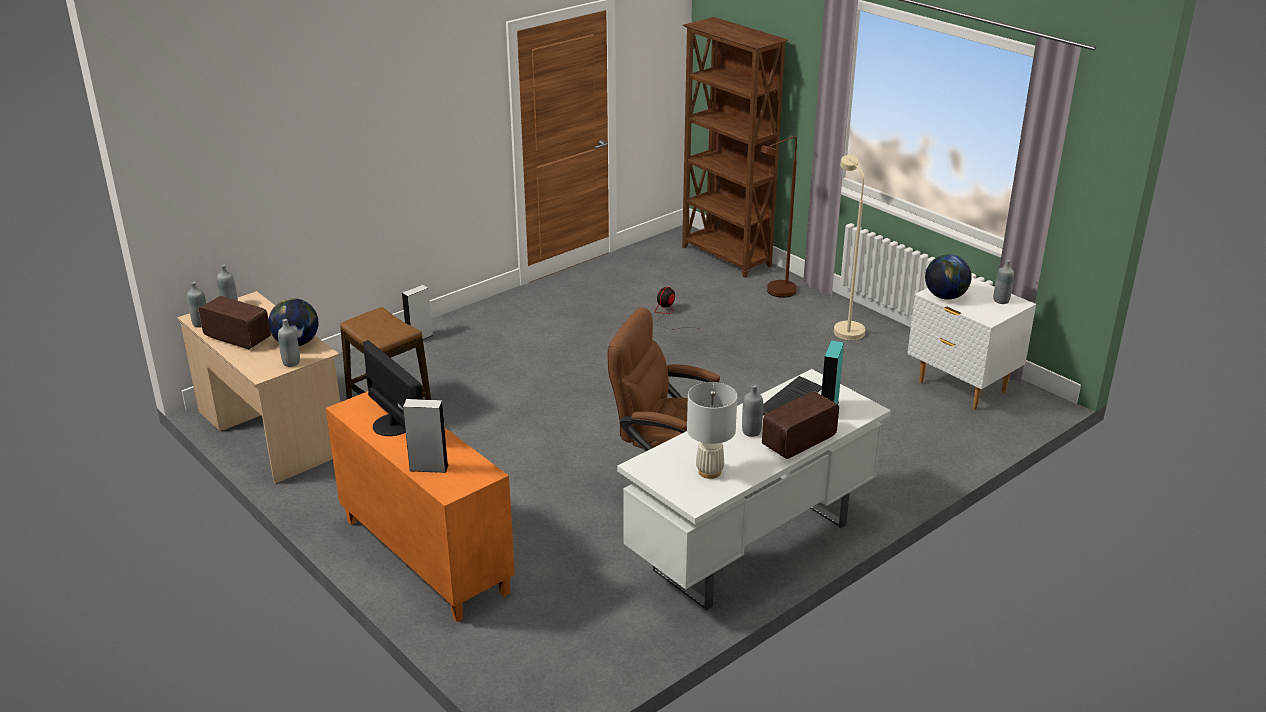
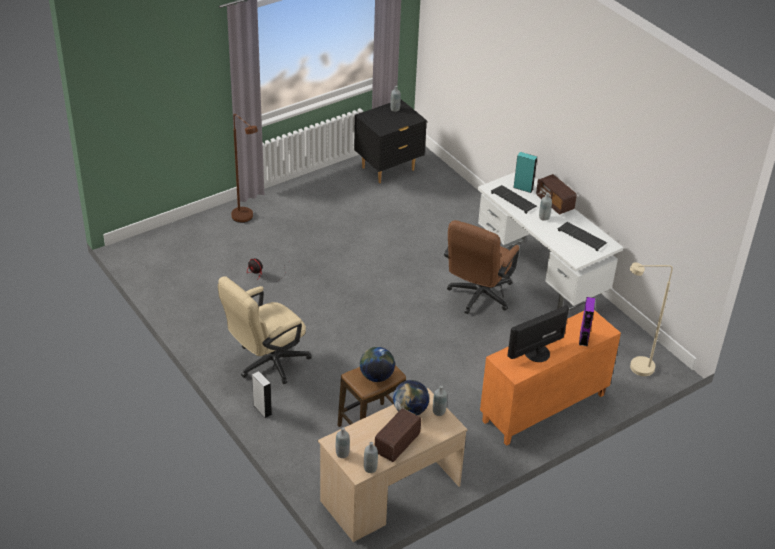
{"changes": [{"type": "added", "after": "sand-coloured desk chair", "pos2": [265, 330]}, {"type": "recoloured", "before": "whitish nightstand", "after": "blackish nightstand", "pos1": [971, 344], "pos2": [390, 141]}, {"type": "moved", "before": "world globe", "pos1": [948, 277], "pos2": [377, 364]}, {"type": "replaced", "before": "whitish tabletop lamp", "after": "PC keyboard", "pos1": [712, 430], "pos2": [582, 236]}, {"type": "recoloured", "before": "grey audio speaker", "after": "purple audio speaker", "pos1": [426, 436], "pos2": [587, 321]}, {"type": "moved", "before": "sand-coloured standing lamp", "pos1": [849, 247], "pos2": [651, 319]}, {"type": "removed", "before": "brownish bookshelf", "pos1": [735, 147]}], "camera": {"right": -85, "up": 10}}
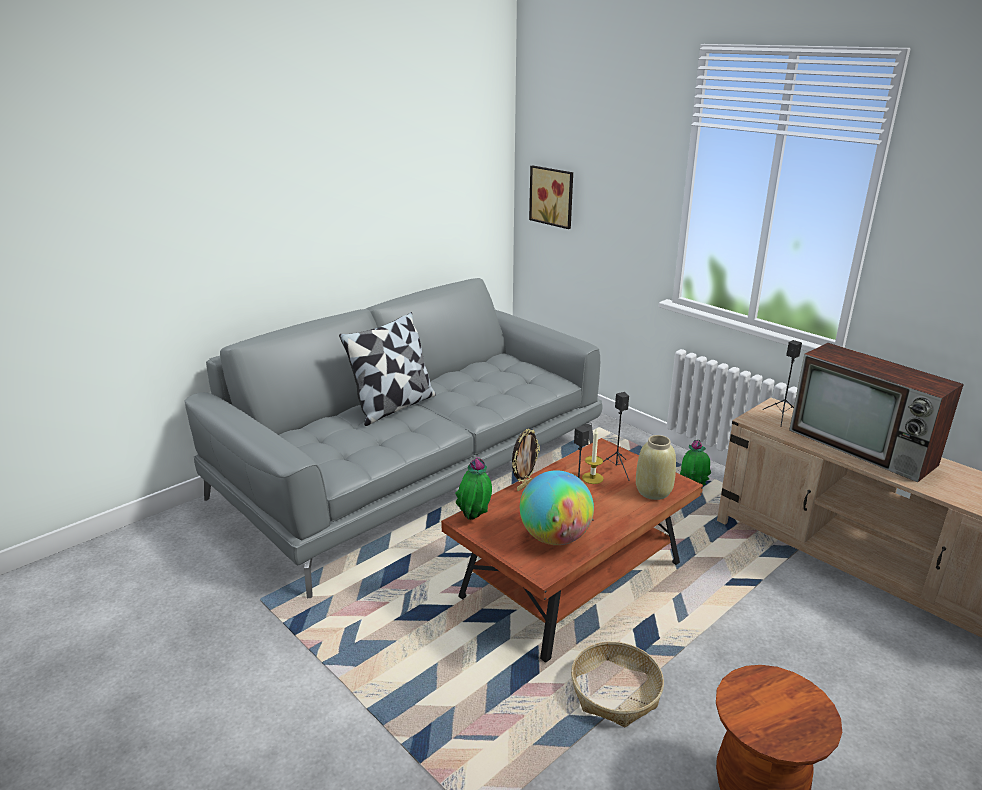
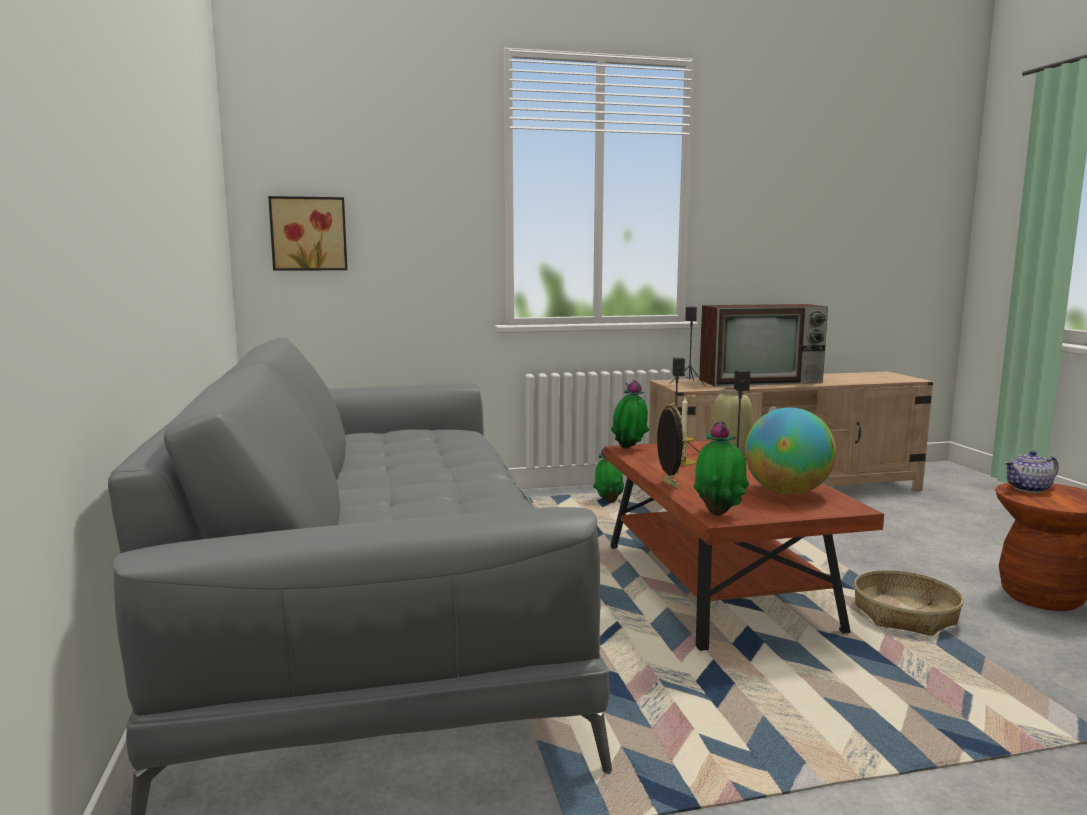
{"changes": [{"type": "added", "after": "plant in a pot", "pos2": [630, 414]}, {"type": "added", "after": "pot for tea", "pos2": [1031, 471]}, {"type": "removed", "before": "cushion", "pos1": [387, 369]}], "camera": {"right": -60, "up": -15}}
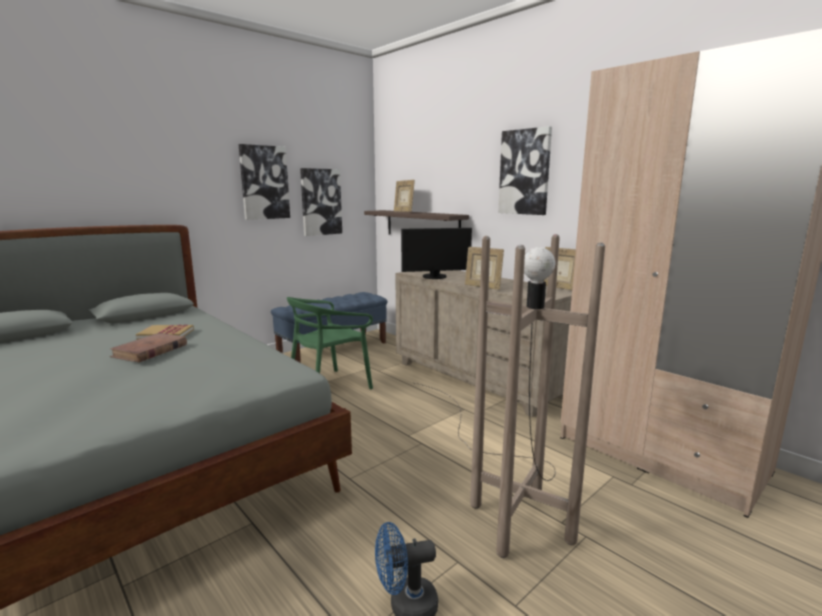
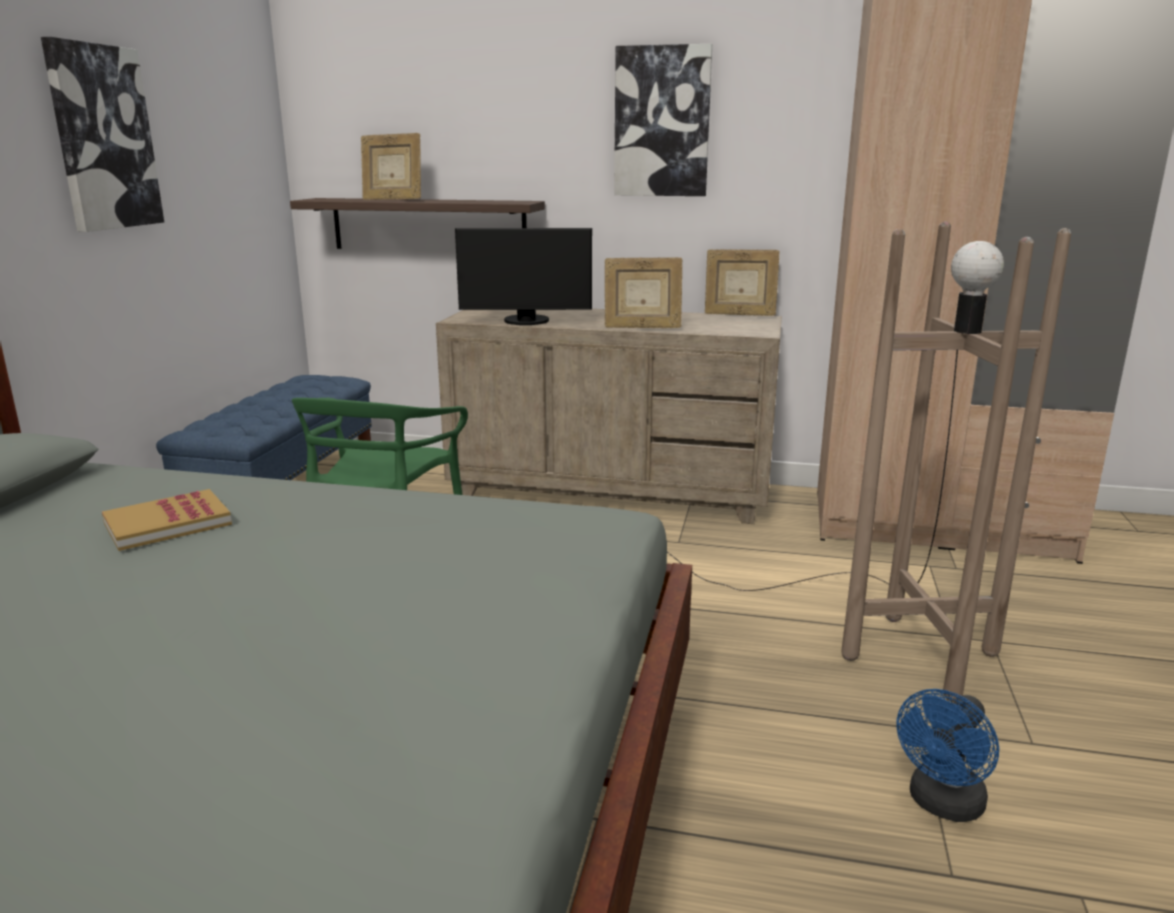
{"changes": [{"type": "turned", "before": "computer screen", "pos1": [436, 253], "pos2": [523, 276], "turn": 45}, {"type": "removed", "before": "brownish bound book", "pos1": [148, 347]}, {"type": "removed", "before": "picture", "pos1": [321, 202]}], "camera": {"right": -35, "up": 5}}
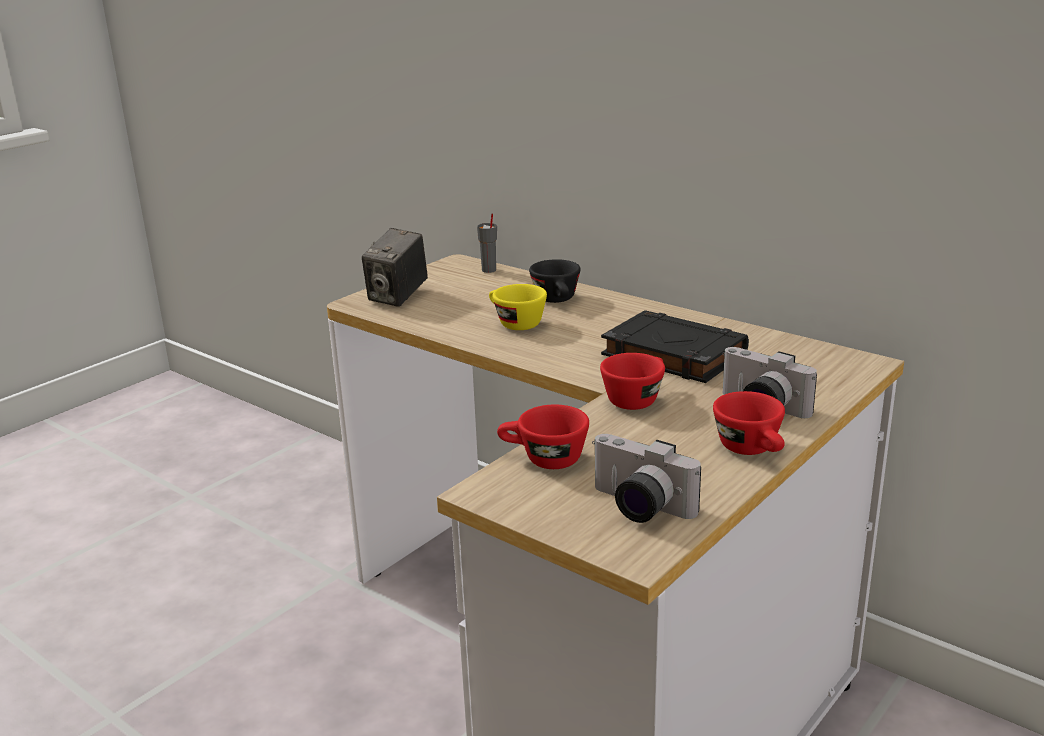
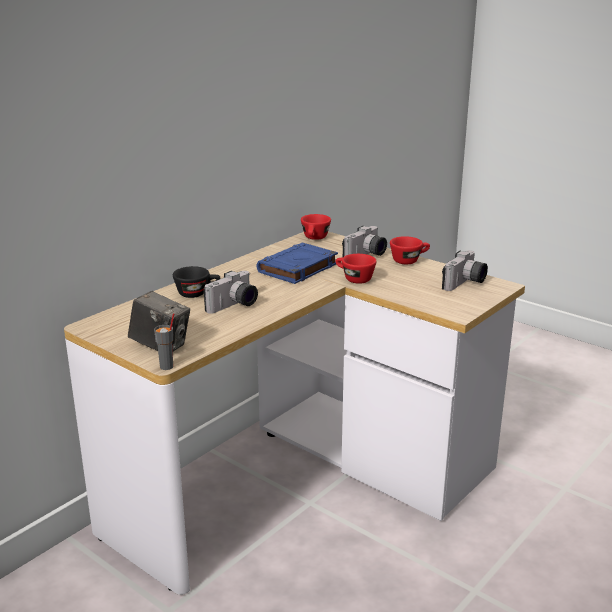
{"changes": [{"type": "moved", "before": "grey drinking cup", "pos1": [487, 243], "pos2": [164, 341]}, {"type": "replaced", "before": "yellow-coloured drinking cup", "after": "still camera", "pos1": [518, 307], "pos2": [230, 292]}, {"type": "recoloured", "before": "blackish bound book", "after": "blue-coloured bound book", "pos1": [675, 346], "pos2": [297, 263]}, {"type": "moved", "before": "reddish drinking cup", "pos1": [543, 437], "pos2": [316, 227]}], "camera": {"right": -90, "up": 0}}
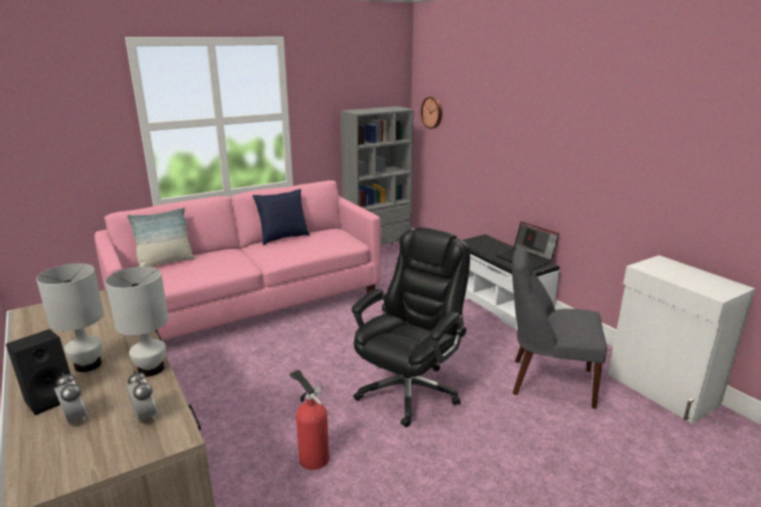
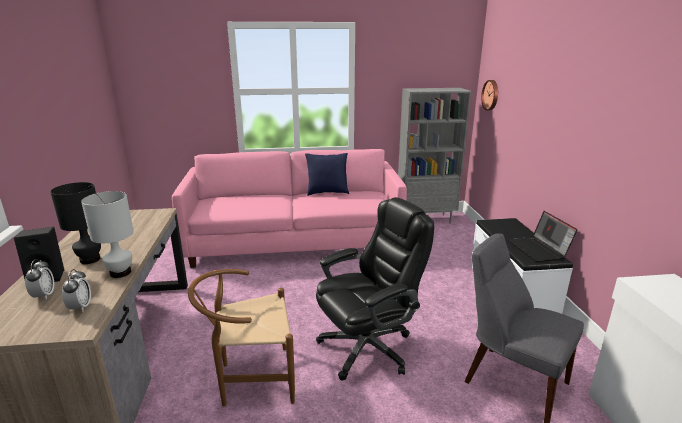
{"changes": [{"type": "recoloured", "before": "whitish tabletop lamp", "after": "blackish tabletop lamp", "pos1": [70, 317], "pos2": [75, 223]}, {"type": "replaced", "before": "extinguisher", "after": "brownish chair", "pos1": [309, 420], "pos2": [241, 337]}, {"type": "removed", "before": "cushion", "pos1": [161, 237]}], "camera": {"right": 25, "up": 0}}
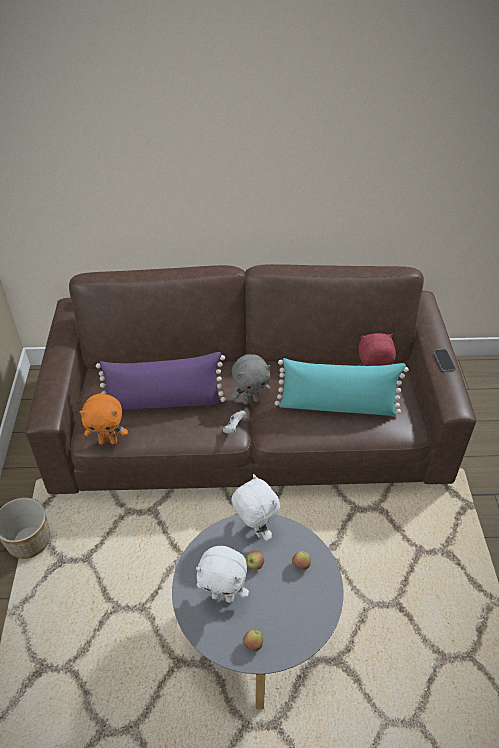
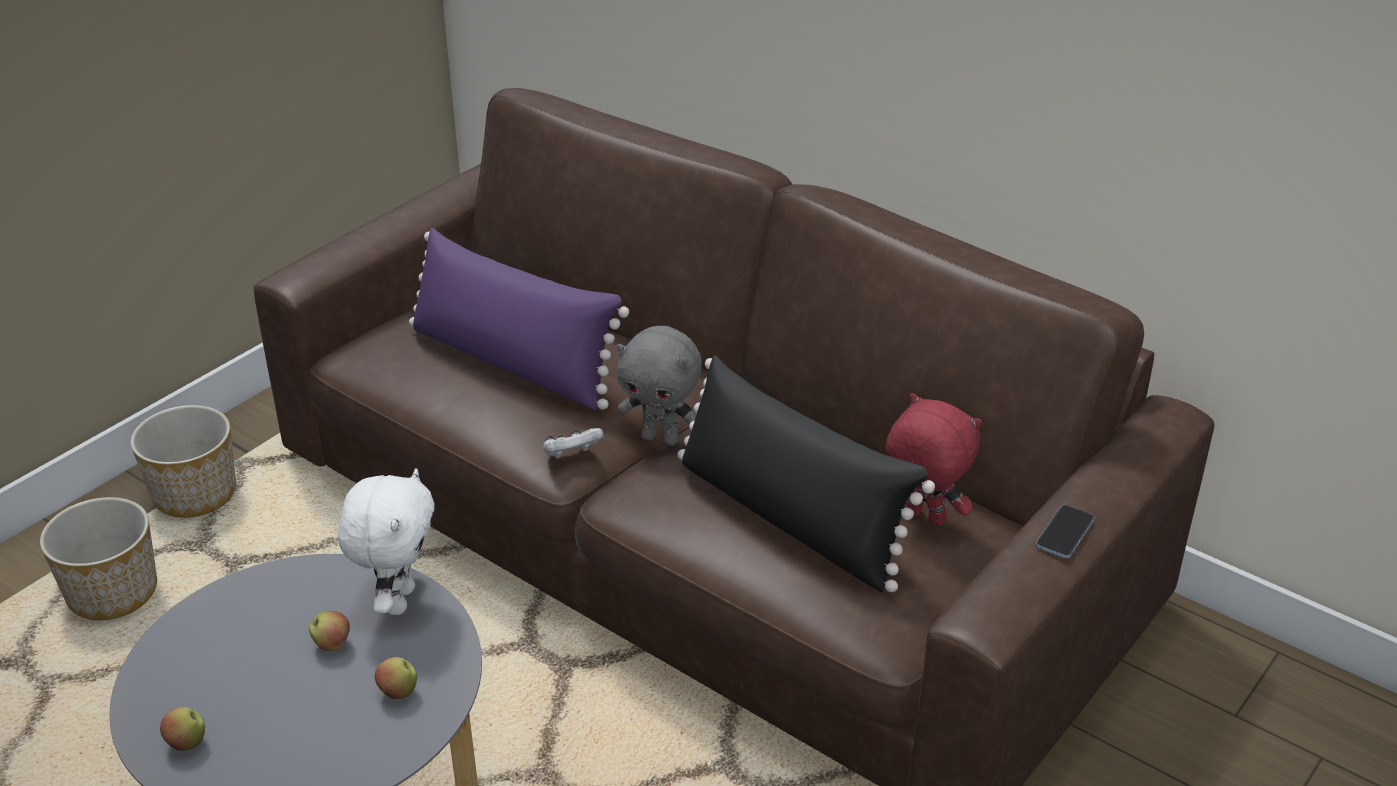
{"changes": [{"type": "added", "after": "planter", "pos2": [98, 558]}, {"type": "recoloured", "before": "blue-green cushion", "after": "blackish cushion", "pos1": [342, 387], "pos2": [806, 473]}, {"type": "removed", "before": "orangey plush toy", "pos1": [103, 418]}, {"type": "removed", "before": "whitish plush toy", "pos1": [222, 574]}], "camera": {"right": 40, "up": -10}}
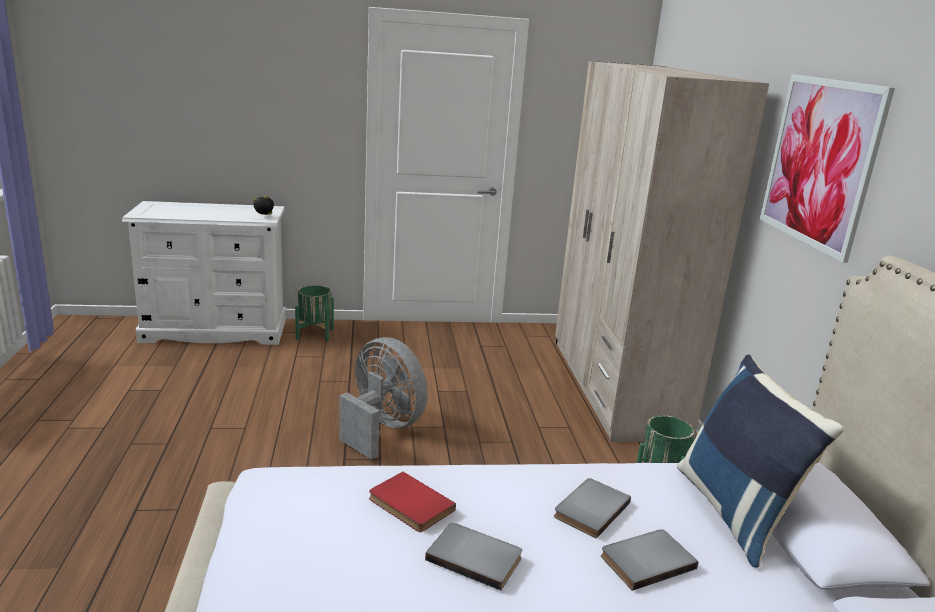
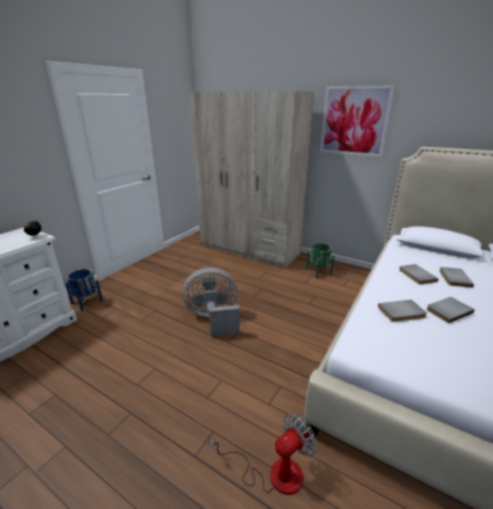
{"changes": [{"type": "recoloured", "before": "greenish planter", "after": "blue-coloured planter", "pos1": [314, 313], "pos2": [84, 290]}, {"type": "added", "after": "cooling fan", "pos2": [263, 454]}, {"type": "recoloured", "before": "reddish bound book", "after": "grey bound book", "pos1": [412, 502], "pos2": [402, 311]}, {"type": "removed", "before": "blue-coloured cushion", "pos1": [760, 461]}], "camera": {"right": -50, "up": 5}}
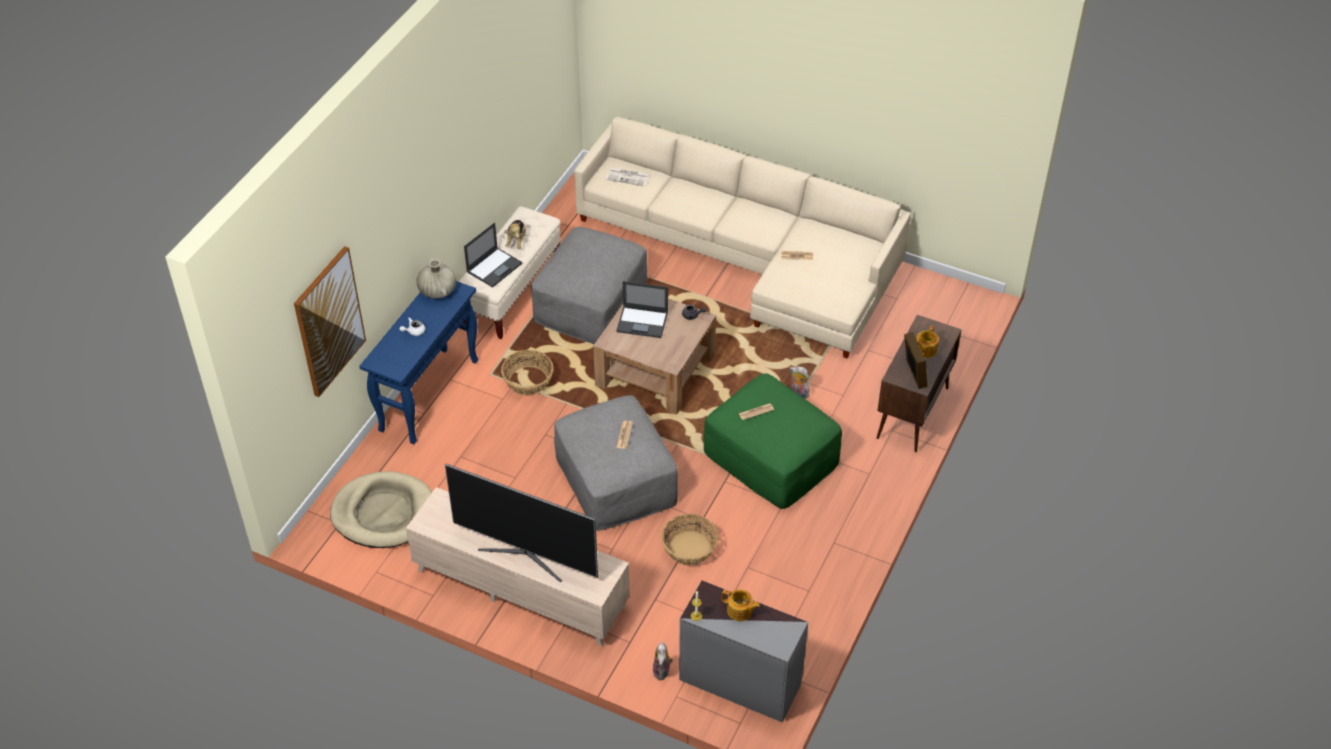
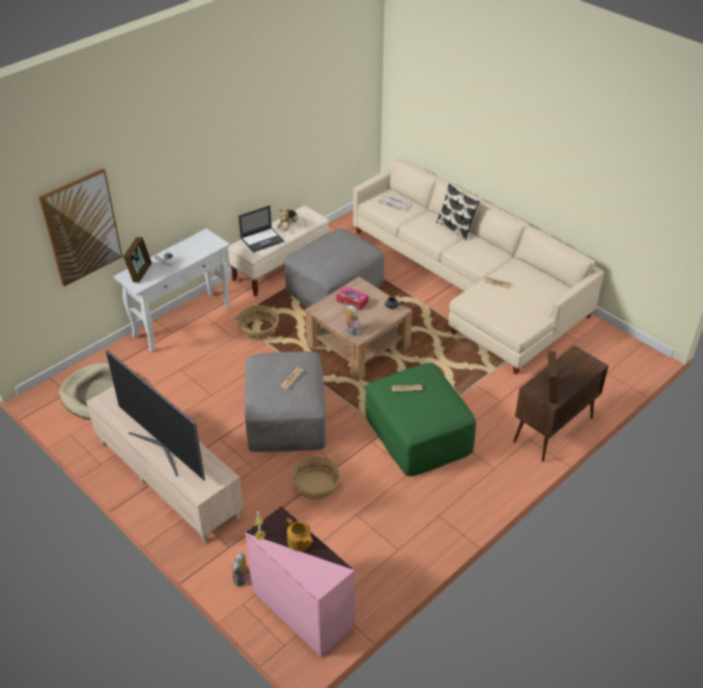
{"changes": [{"type": "recoloured", "before": "blue-coloured narrow table", "after": "whitish narrow table", "pos1": [418, 363], "pos2": [172, 290]}, {"type": "added", "after": "photo frame", "pos2": [137, 259]}, {"type": "recoloured", "before": "grey drawer chest", "after": "pink-coloured drawer chest", "pos1": [743, 651], "pos2": [300, 581]}, {"type": "replaced", "before": "portable computer", "after": "tissue holder", "pos1": [642, 309], "pos2": [352, 298]}, {"type": "moved", "before": "plush toy", "pos1": [799, 382], "pos2": [352, 320]}, {"type": "added", "after": "cushion", "pos2": [458, 212]}, {"type": "removed", "before": "sand-coloured vase", "pos1": [436, 278]}, {"type": "removed", "before": "pot for tea", "pos1": [927, 341]}], "camera": {"right": 20, "up": -5}}
